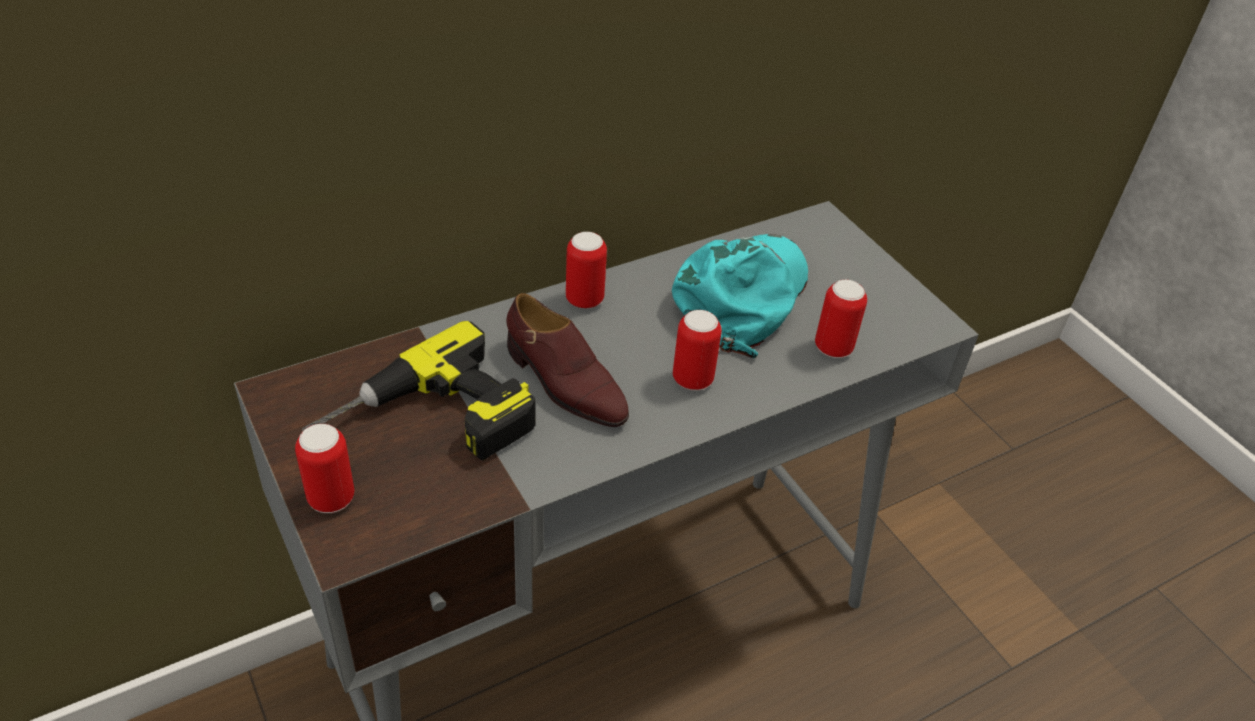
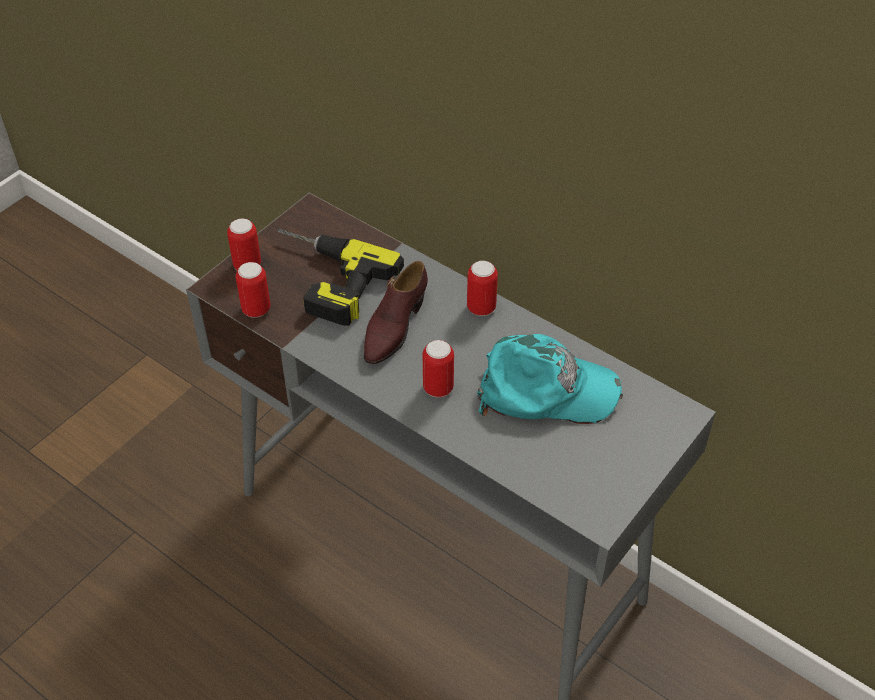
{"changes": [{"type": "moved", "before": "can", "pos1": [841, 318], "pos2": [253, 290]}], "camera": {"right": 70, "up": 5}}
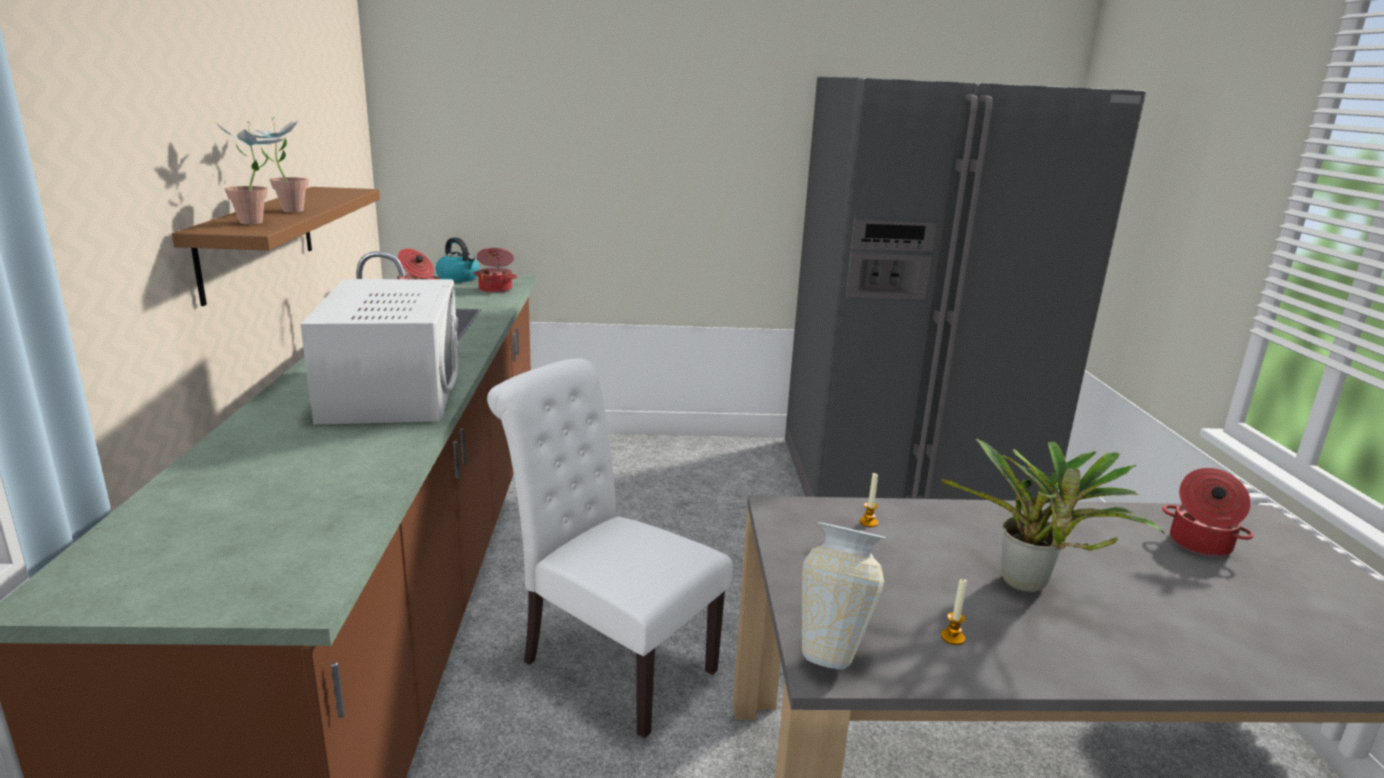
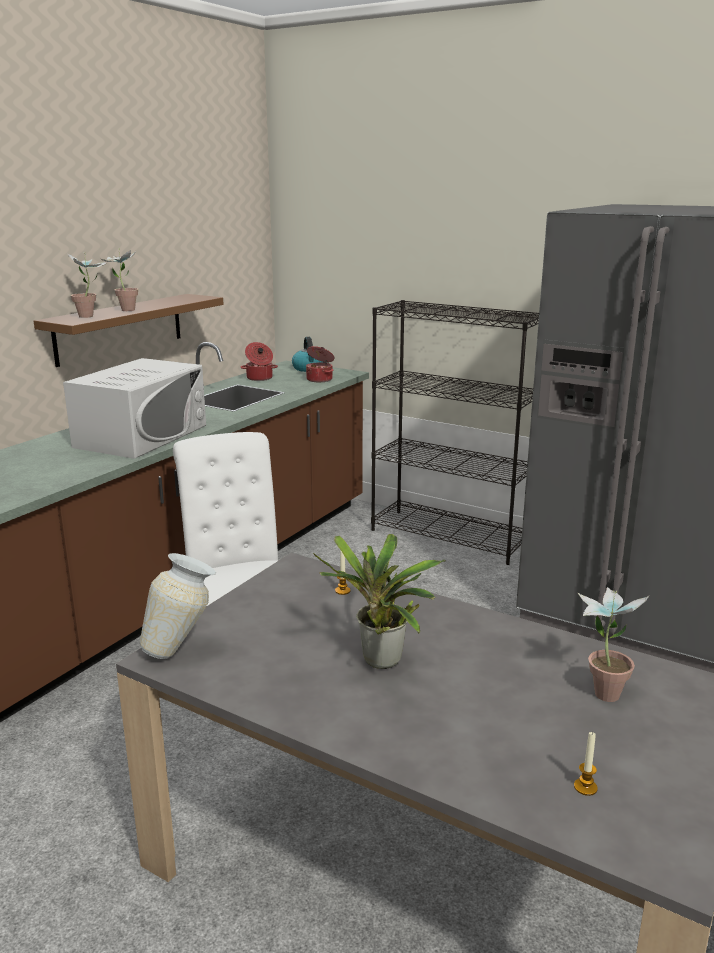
{"changes": [{"type": "added", "after": "blackish bookshelf", "pos2": [455, 432]}, {"type": "moved", "before": "wax candle", "pos1": [954, 611], "pos2": [586, 763]}, {"type": "replaced", "before": "stockpot", "after": "plant in a pot", "pos1": [1208, 512], "pos2": [613, 644]}], "camera": {"right": 35, "up": 0}}
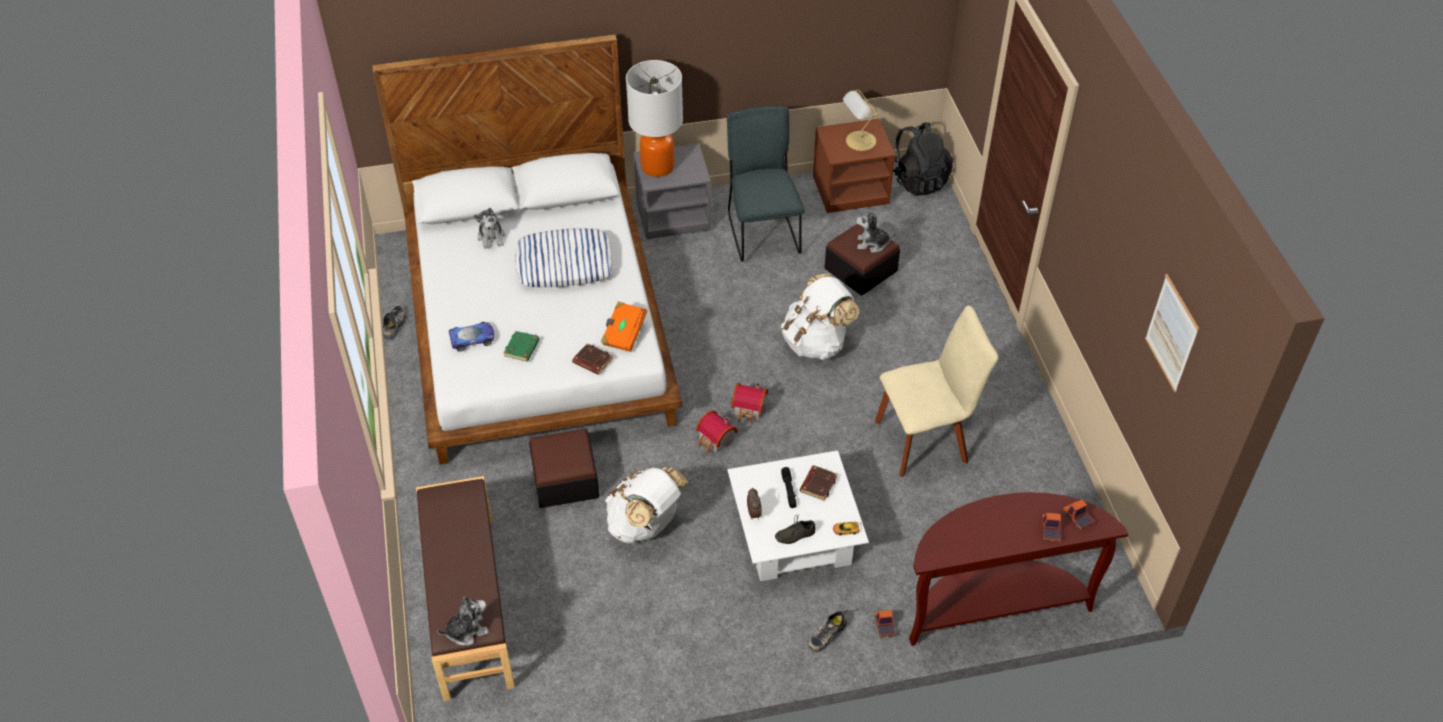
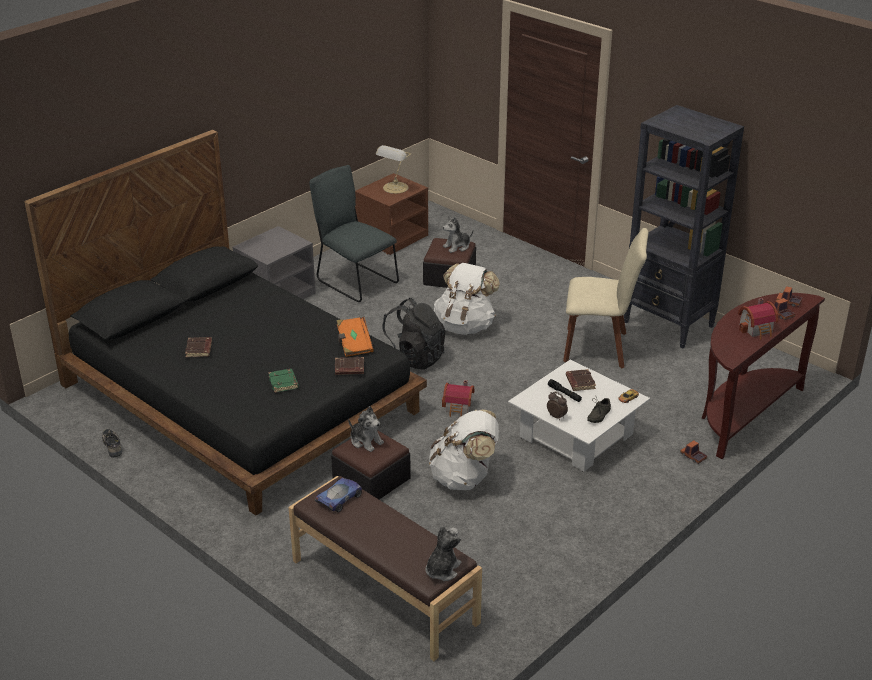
{"changes": [{"type": "recoloured", "before": "whitish sleeping bed", "after": "blackish sleeping bed", "pos1": [527, 249], "pos2": [225, 322]}, {"type": "added", "after": "brownish bound book", "pos2": [198, 347]}, {"type": "moved", "before": "miniature car", "pos1": [471, 337], "pos2": [338, 495]}, {"type": "moved", "before": "plush toy", "pos1": [489, 228], "pos2": [366, 429]}, {"type": "moved", "before": "blackish backpack", "pos1": [923, 159], "pos2": [413, 334]}, {"type": "turned", "before": "sand-coloured chair", "pos1": [937, 391], "pos2": [605, 298], "turn": 60}, {"type": "added", "after": "blackish bookshelf", "pos2": [684, 227]}, {"type": "moved", "before": "model house", "pos1": [749, 403], "pos2": [758, 318]}, {"type": "removed", "before": "cushion", "pos1": [564, 258]}, {"type": "removed", "before": "tabletop lamp", "pos1": [654, 118]}, {"type": "removed", "before": "shoe", "pos1": [827, 630]}, {"type": "removed", "before": "picture", "pos1": [1172, 333]}], "camera": {"right": -35, "up": -15}}
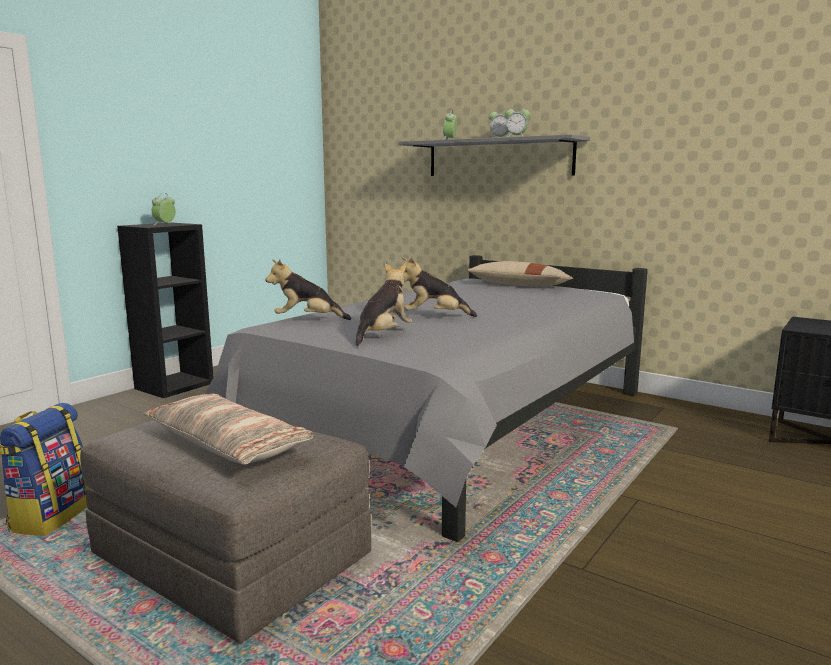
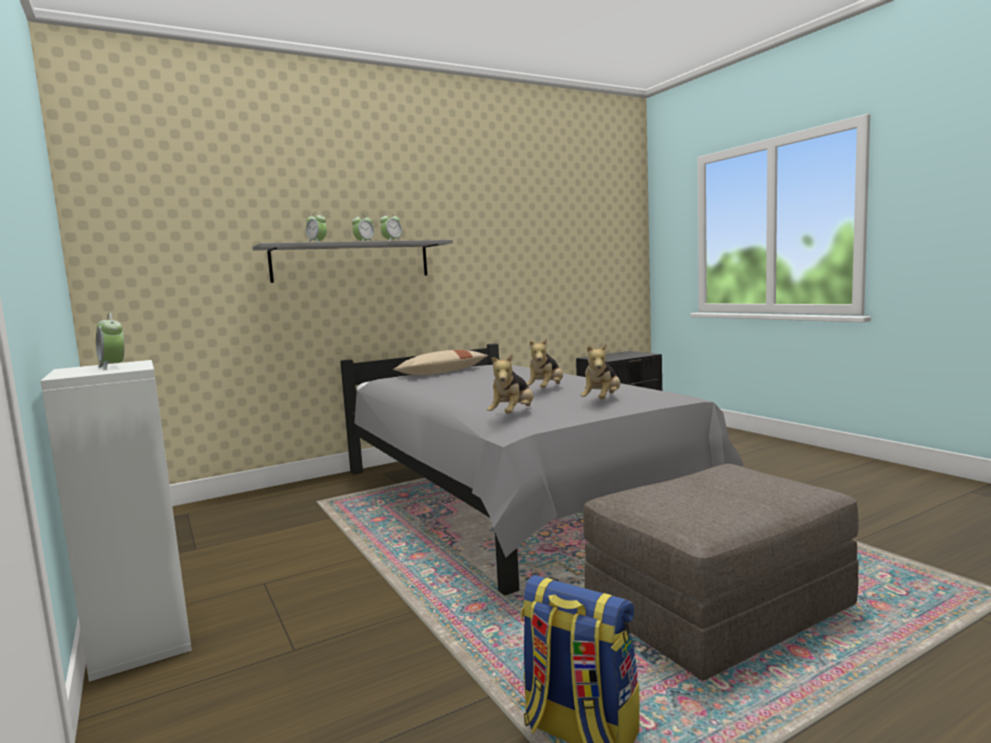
{"changes": [{"type": "recoloured", "before": "blackish bookshelf", "after": "whitish bookshelf", "pos1": [165, 310], "pos2": [116, 521]}, {"type": "turned", "before": "plush toy", "pos1": [384, 304], "pos2": [600, 371], "turn": -120}, {"type": "removed", "before": "cushion", "pos1": [228, 429]}], "camera": {"right": -65, "up": -5}}
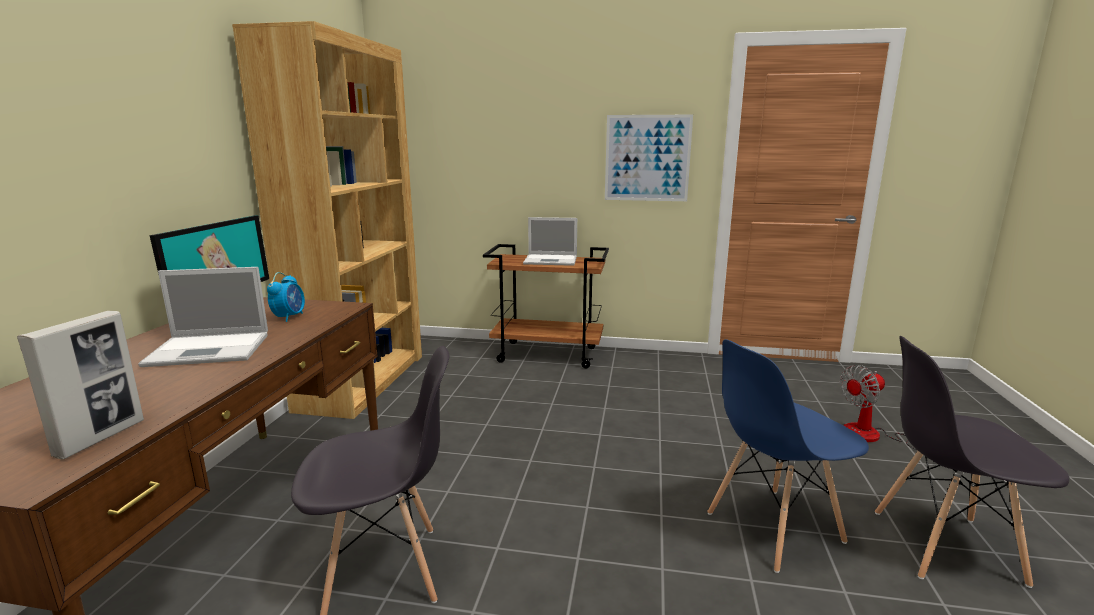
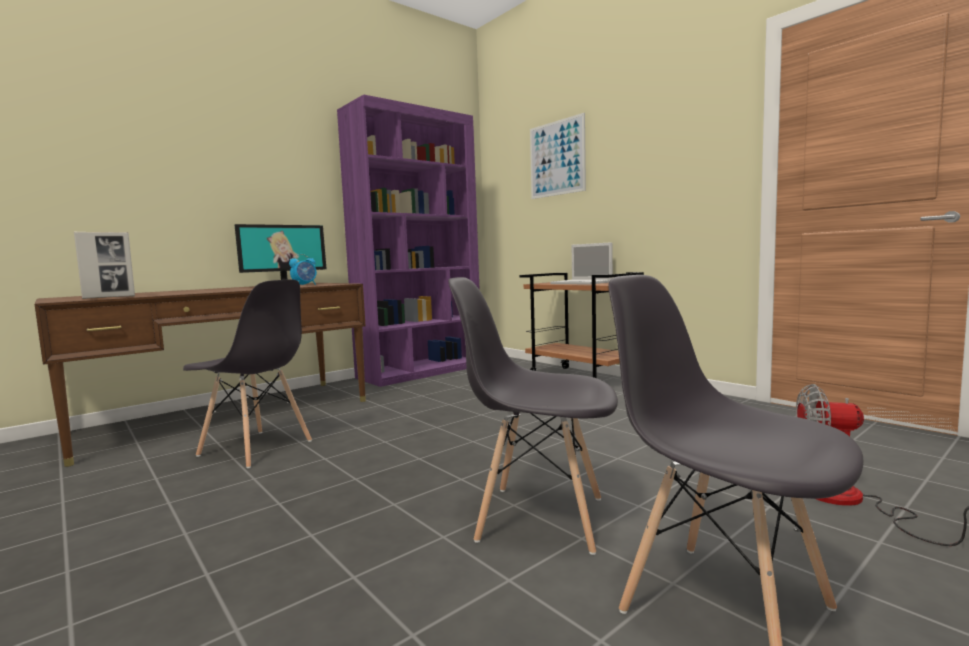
{"changes": [{"type": "recoloured", "before": "brownish bookshelf", "after": "purple bookshelf", "pos1": [327, 220], "pos2": [408, 241]}, {"type": "recoloured", "before": "blue-coloured chair", "after": "grey chair", "pos1": [788, 456], "pos2": [533, 416]}, {"type": "moved", "before": "picture", "pos1": [649, 158], "pos2": [558, 156]}, {"type": "removed", "before": "portable computer", "pos1": [203, 317]}], "camera": {"right": 40, "up": -10}}
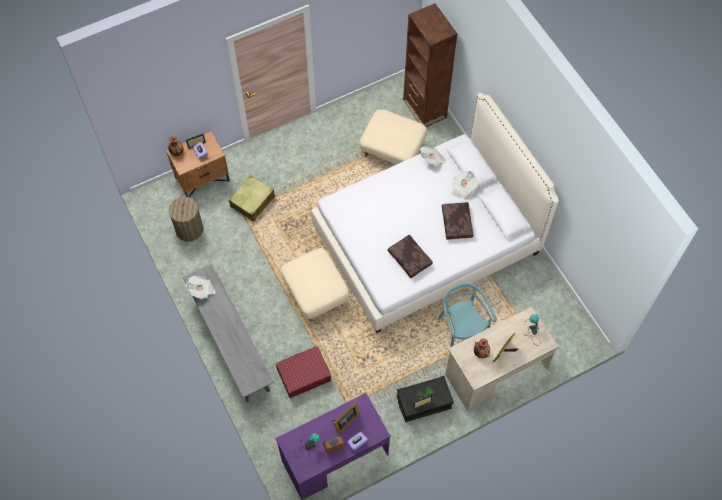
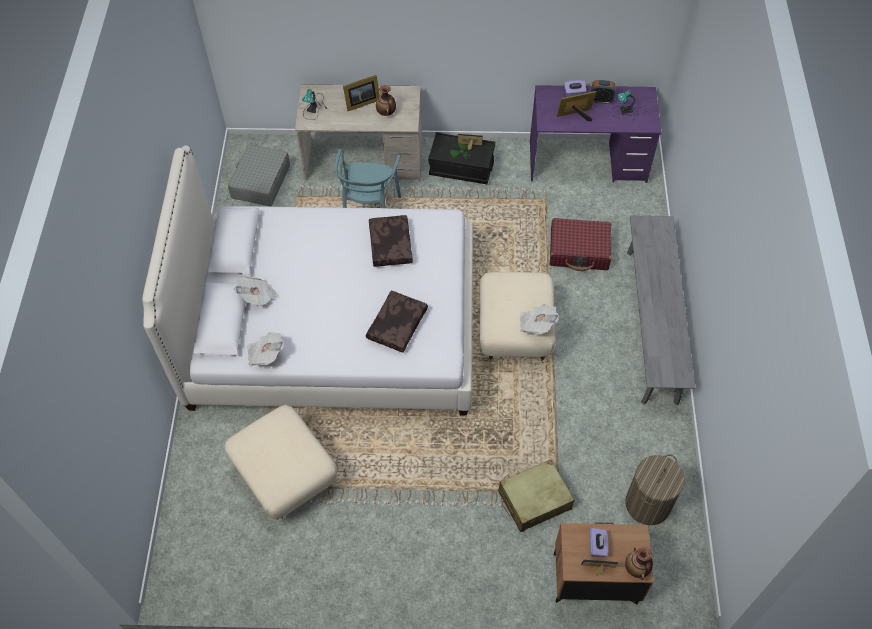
{"changes": [{"type": "added", "after": "grey piece of luggage", "pos2": [259, 175]}, {"type": "moved", "before": "brownish cushion", "pos1": [458, 220], "pos2": [397, 322]}, {"type": "moved", "before": "printed paper", "pos1": [201, 287], "pos2": [539, 319]}, {"type": "removed", "before": "brownish bookshelf", "pos1": [430, 65]}], "camera": {"right": -150, "up": -5}}
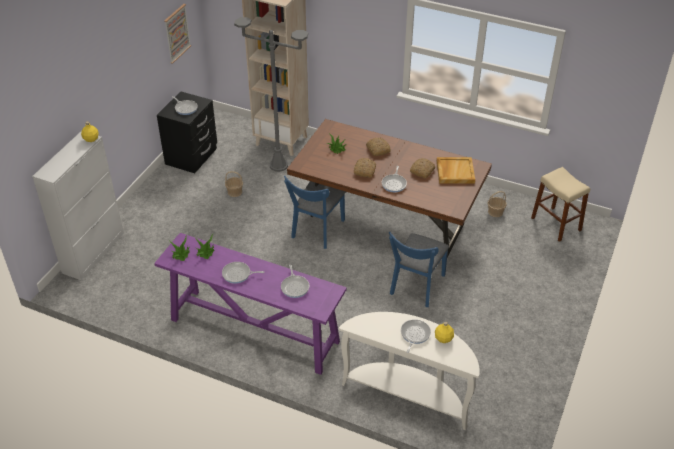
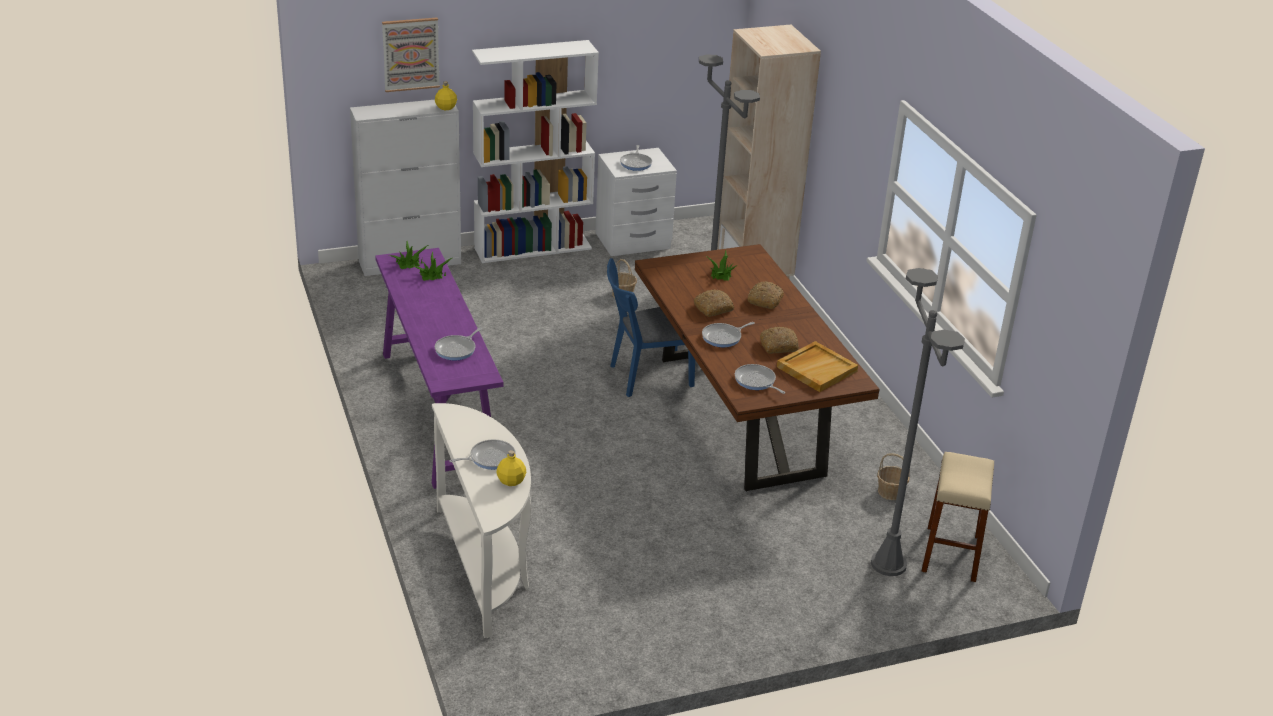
{"changes": [{"type": "moved", "before": "picture", "pos1": [177, 34], "pos2": [411, 54]}, {"type": "added", "after": "whitish bookshelf", "pos2": [535, 151]}, {"type": "recoloured", "before": "blackish nightstand", "after": "whitish nightstand", "pos1": [187, 132], "pos2": [636, 202]}, {"type": "moved", "before": "pan", "pos1": [243, 273], "pos2": [760, 379]}, {"type": "added", "after": "grey standing lamp", "pos2": [918, 422]}, {"type": "removed", "before": "blue-coloured chair", "pos1": [419, 269]}], "camera": {"right": 45, "up": -10}}
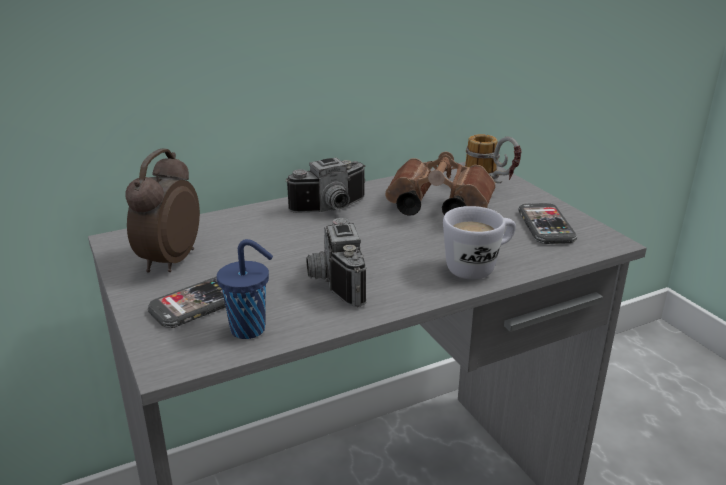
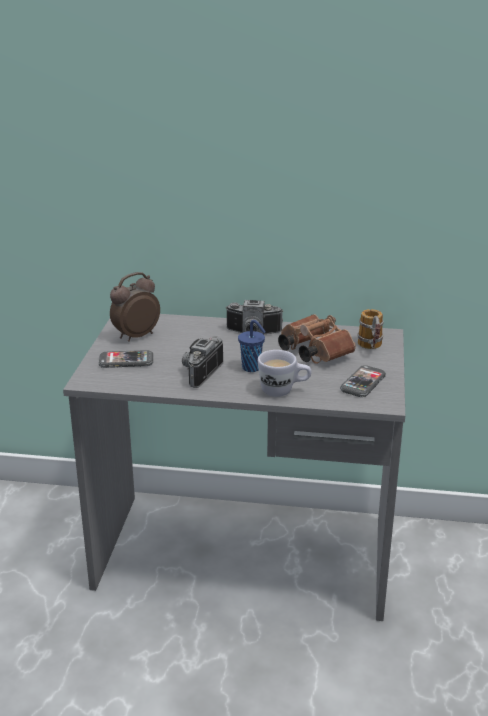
{"changes": [{"type": "moved", "before": "blue-coloured drinking cup", "pos1": [245, 289], "pos2": [252, 346]}], "camera": {"right": 35, "up": 0}}
